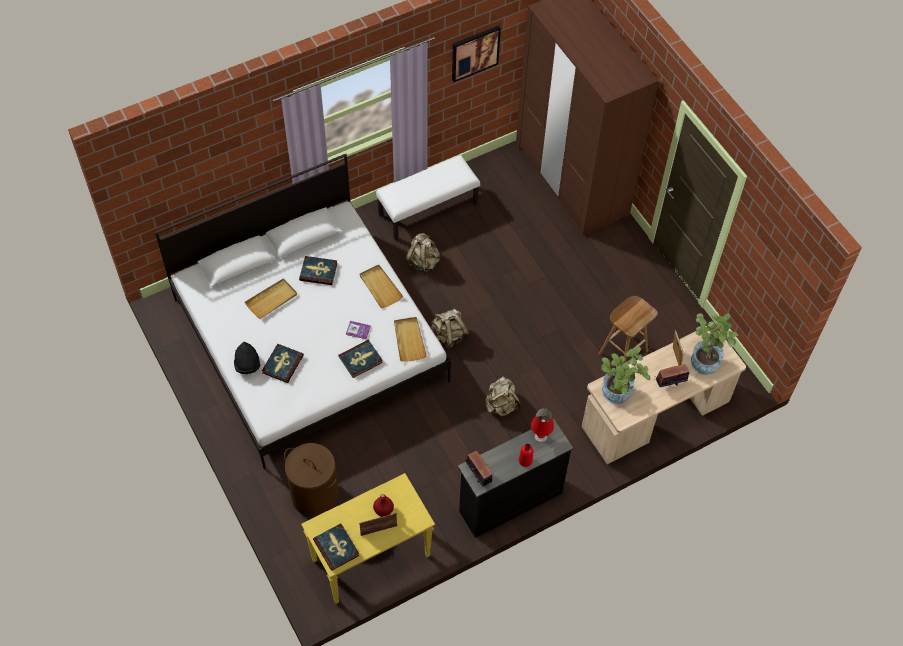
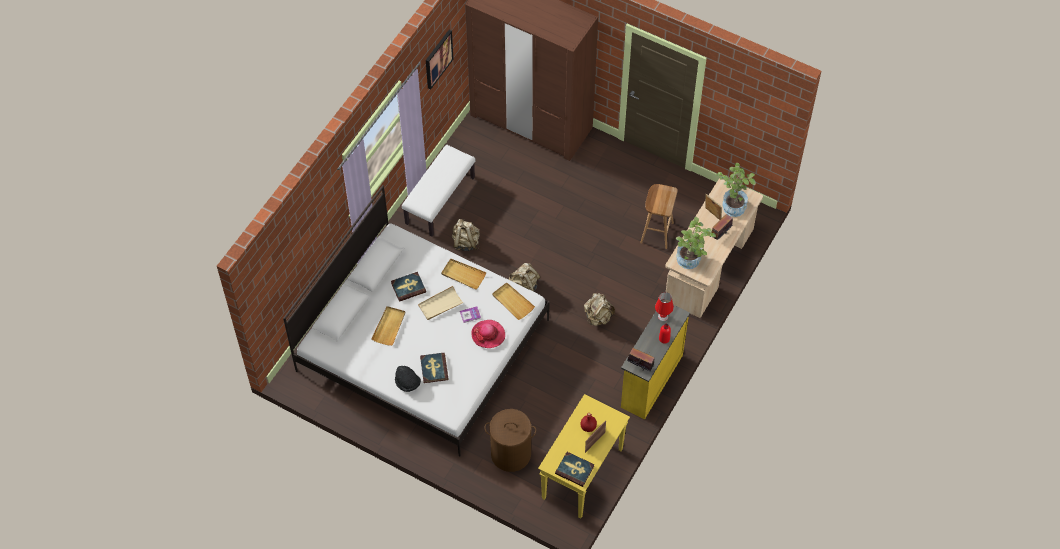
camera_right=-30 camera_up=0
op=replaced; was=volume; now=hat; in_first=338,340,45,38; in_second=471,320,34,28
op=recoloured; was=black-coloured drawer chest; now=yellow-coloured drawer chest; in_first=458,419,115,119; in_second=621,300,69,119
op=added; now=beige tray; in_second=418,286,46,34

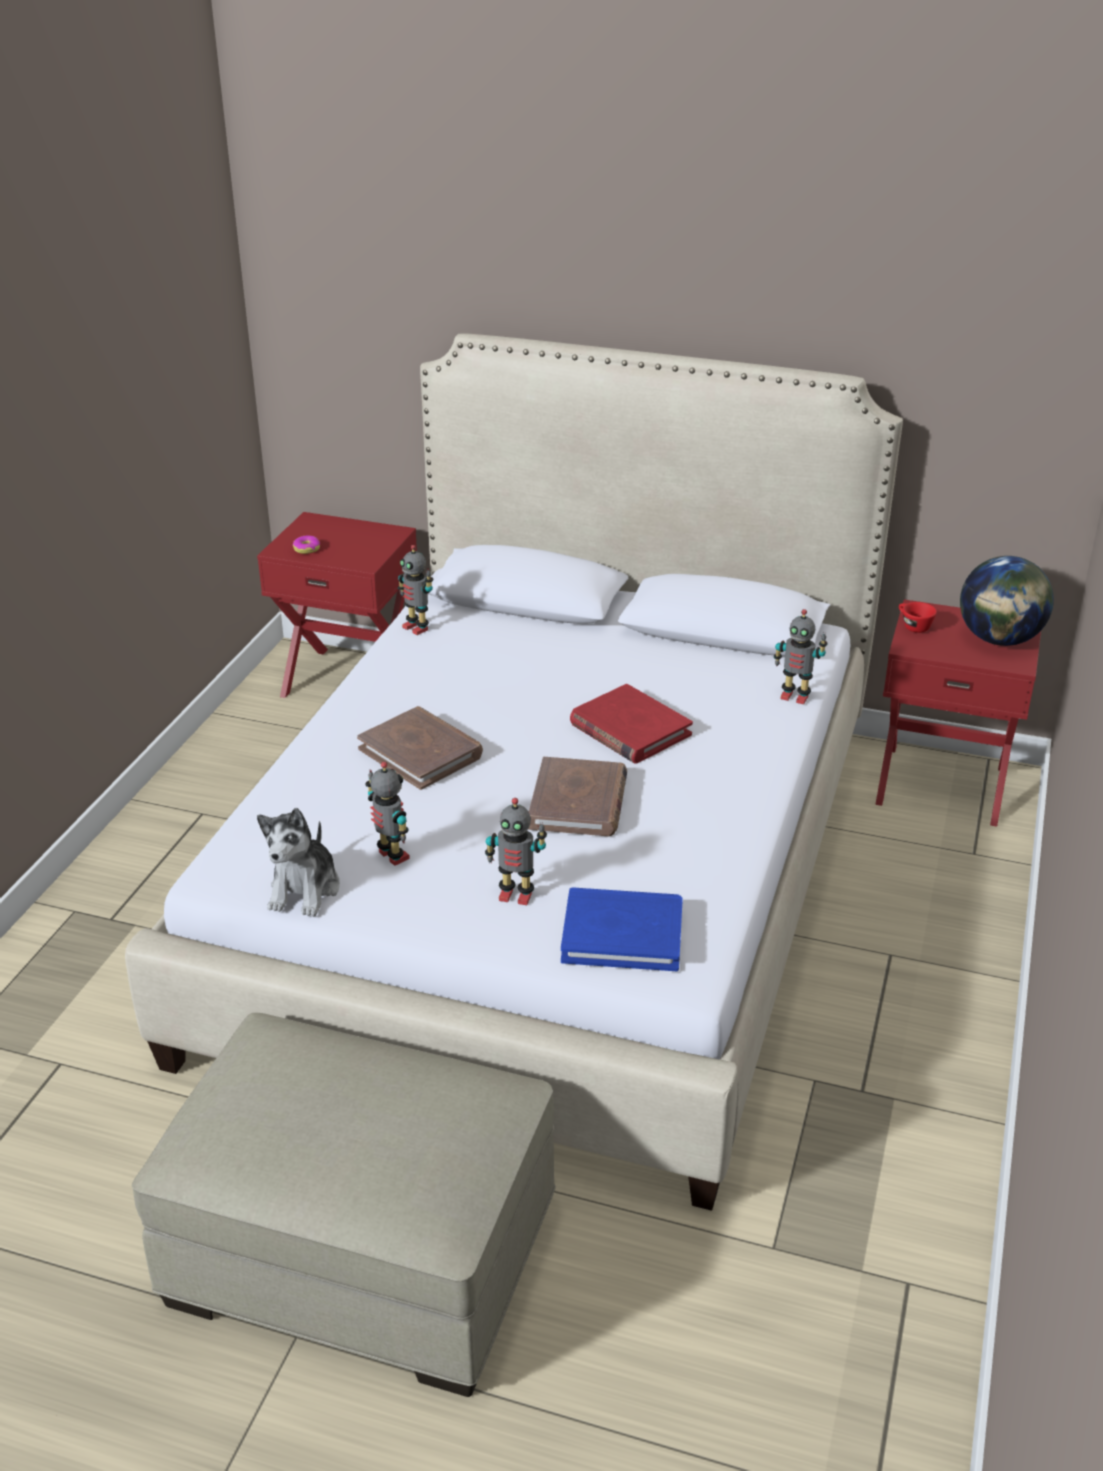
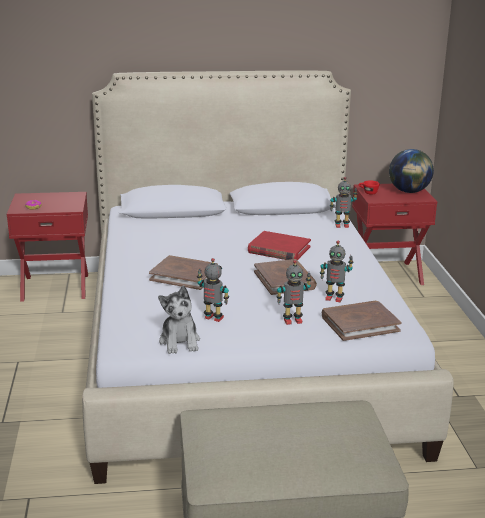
camera_right=-25 camera_up=-10
op=moved; was=robot figure; in_first=398,545,36,90; in_second=320,240,33,62
op=recoloured; was=blue-coloured volume; now=brown volume; in_first=561,887,122,84; in_second=322,300,79,41

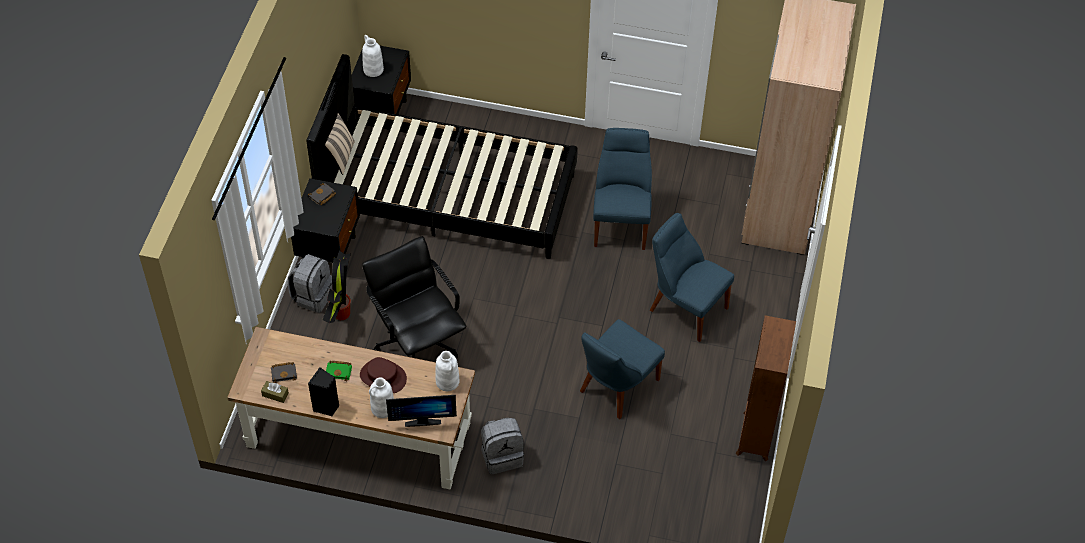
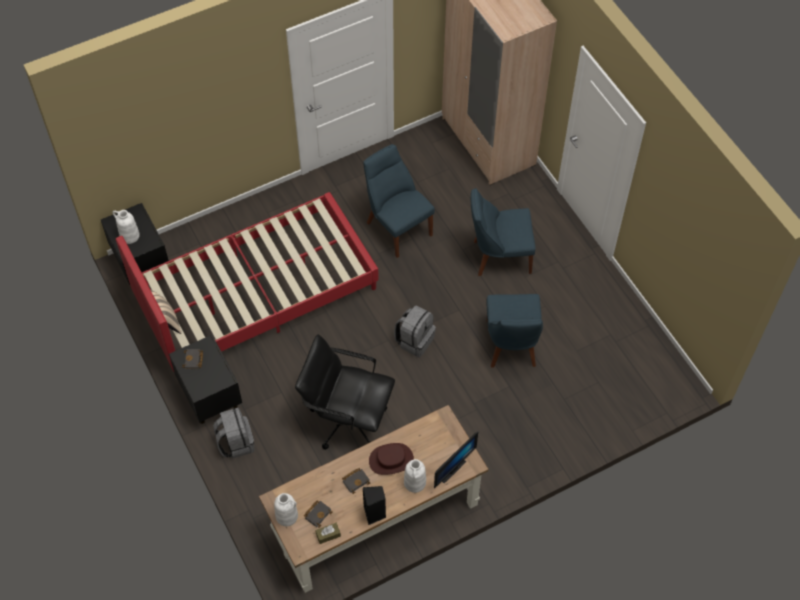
camera_right=-40 camera_up=5
op=recoloured; was=black-coloured bed; now=red-coloured bed; in_first=306,54,272,205; in_second=116,192,263,180
op=removed; was=potted plant; in_first=323,251,28,72
op=recoloured; was=greenish volume; now=black-coloured volume; in_first=326,361,26,20; in_second=342,468,28,26
op=moved; was=whitish decorative vase; in_first=435,351,24,40; in_second=274,493,24,33
op=moved; was=grey knapsack; in_first=481,417,43,57; in_second=394,305,42,52
op=removed; was=brown bookcase; in_first=736,315,60,146

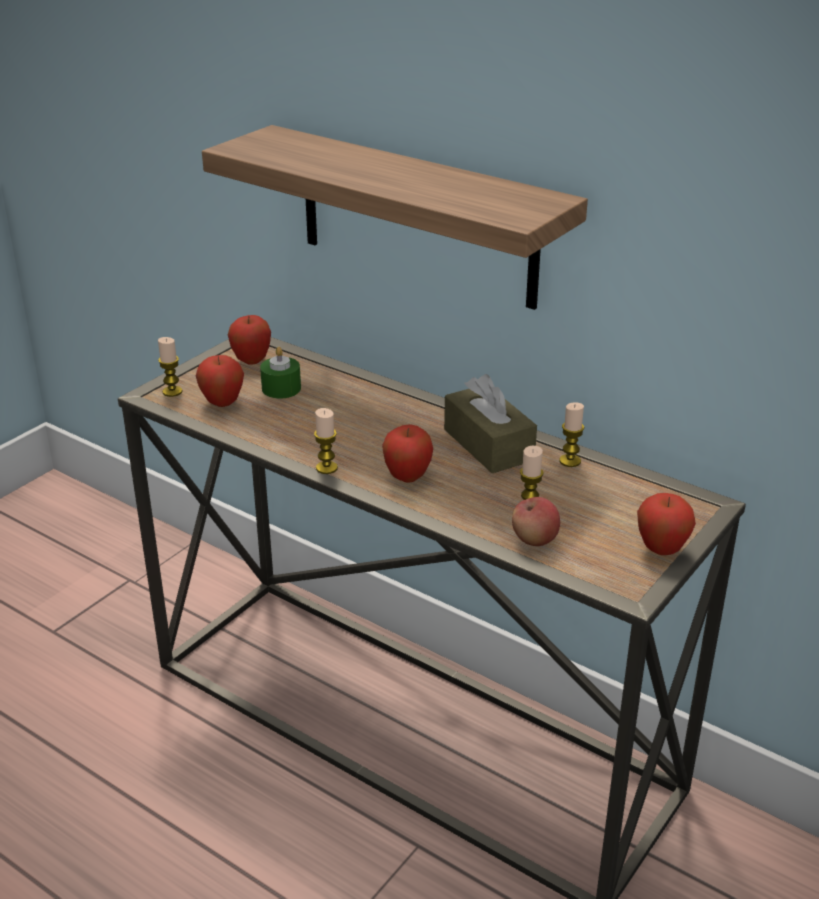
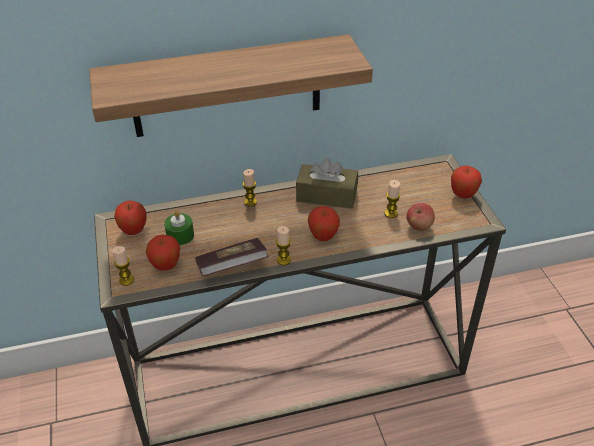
camera_right=-50 camera_up=10
op=moved; was=candle; in_first=559,402,25,65; in_second=243,169,14,37
op=added; now=volume; in_second=195,238,74,38

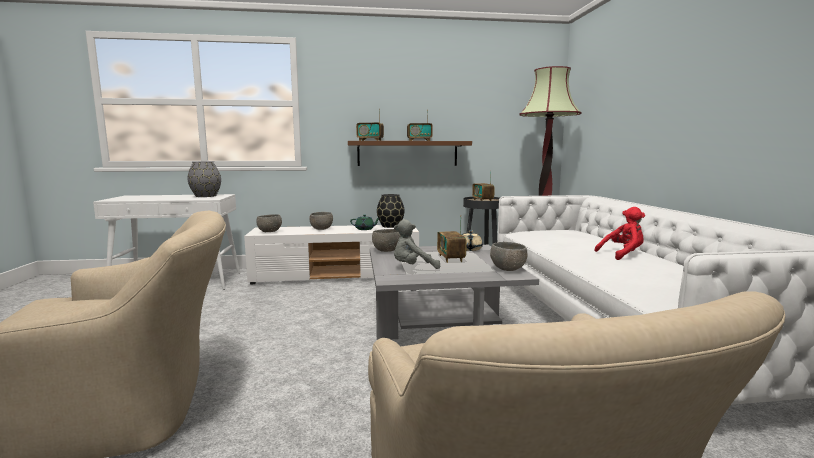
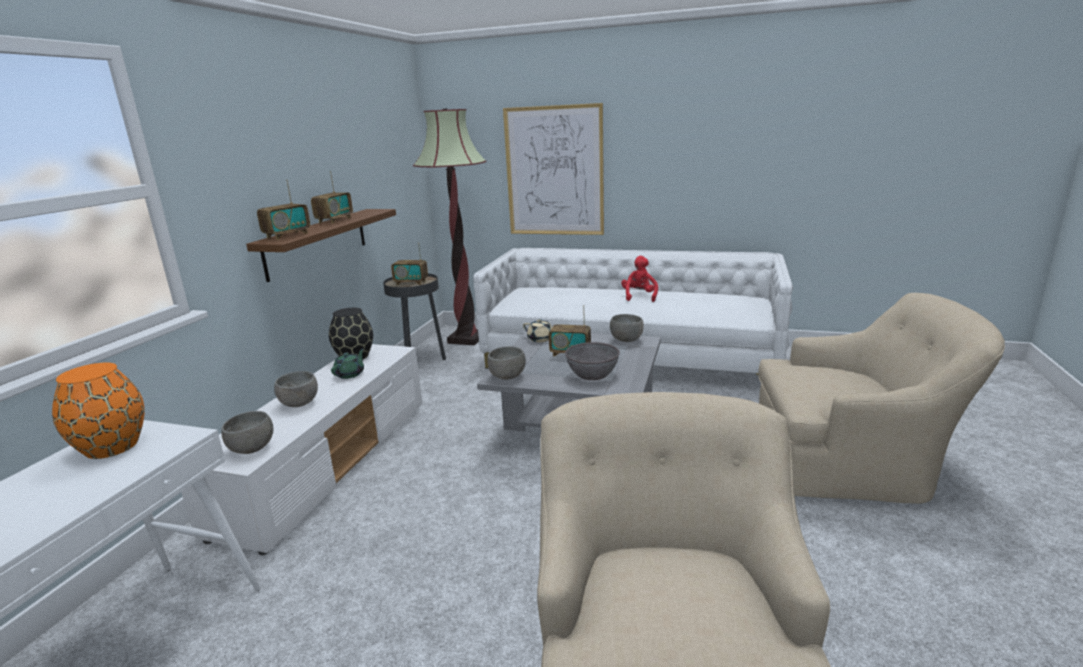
camera_right=-65 camera_up=10
op=recoloured; was=grey decorative vase; now=orange decorative vase; in_first=188,161,33,36; in_second=52,363,93,96
op=replaced; was=grey plush toy; now=grey deep dish; in_first=394,219,47,50; in_second=565,342,55,38
op=added; now=wall picture; in_second=503,103,101,132

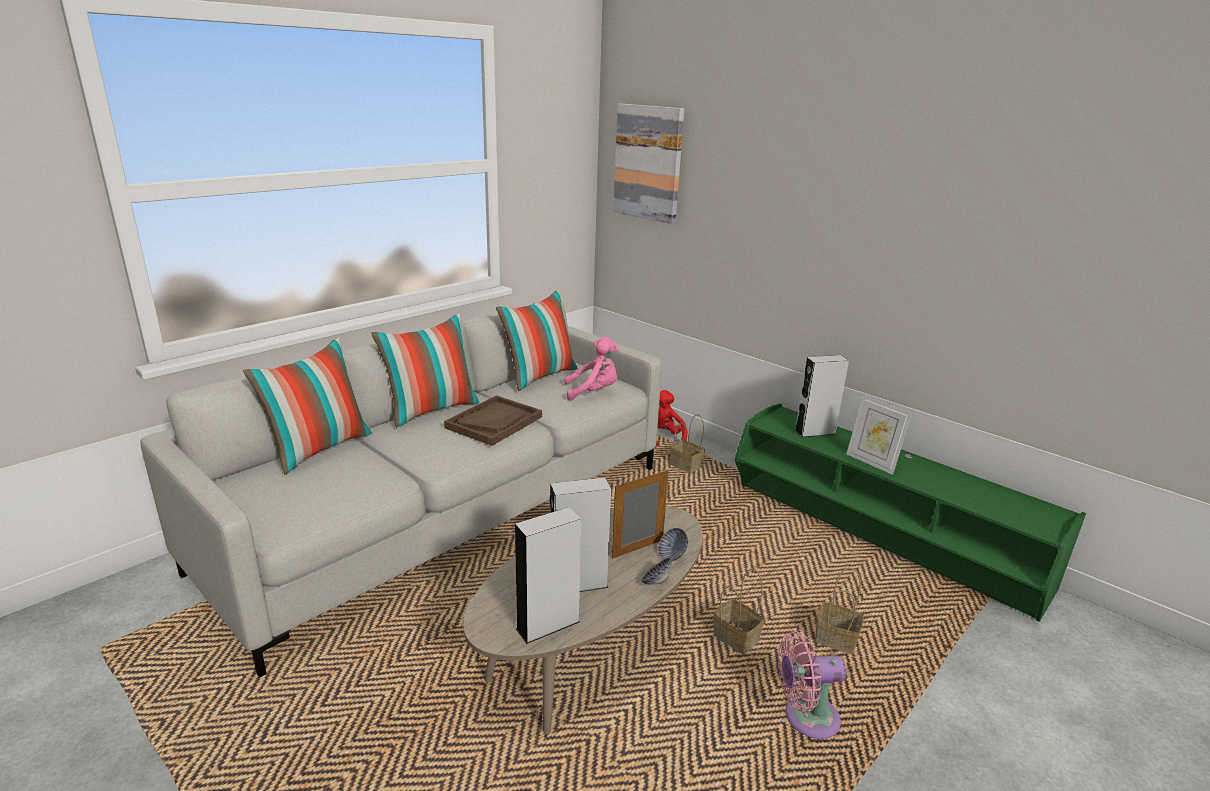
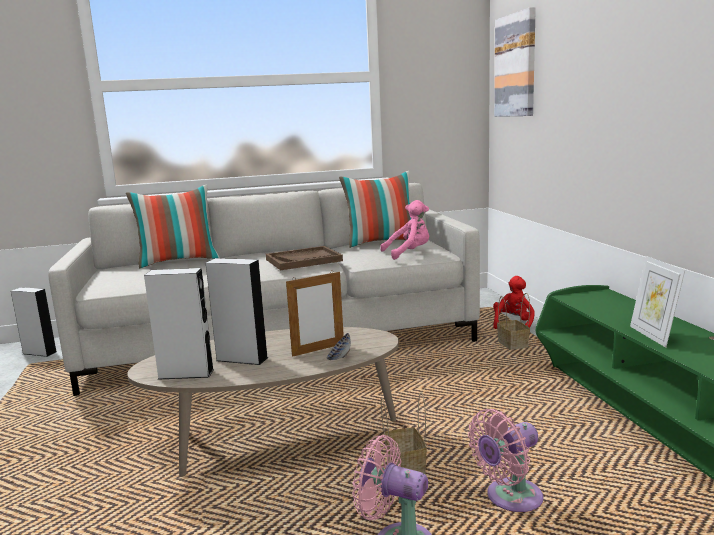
camera_right=35 camera_up=-10
op=removed; was=throw pillow; in_first=371,313,109,115
op=turned; was=pink plush toy; in_first=564,337,55,64; in_second=380,200,49,60; clockwise=-45
op=turned; was=picture frame; in_first=612,470,57,89; in_second=286,270,58,87; clockwise=150
op=removed; was=deep dish; in_first=641,558,31,27
op=moved; was=grey audio speaker; in_first=794,355,55,82; in_second=11,287,46,70
op=replaced; was=storage basket; now=pink fan; in_first=815,568,48,86; in_second=468,409,76,103

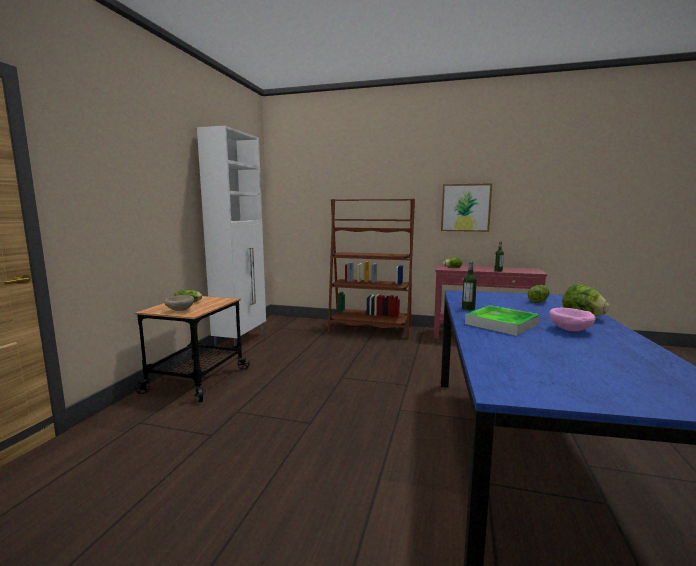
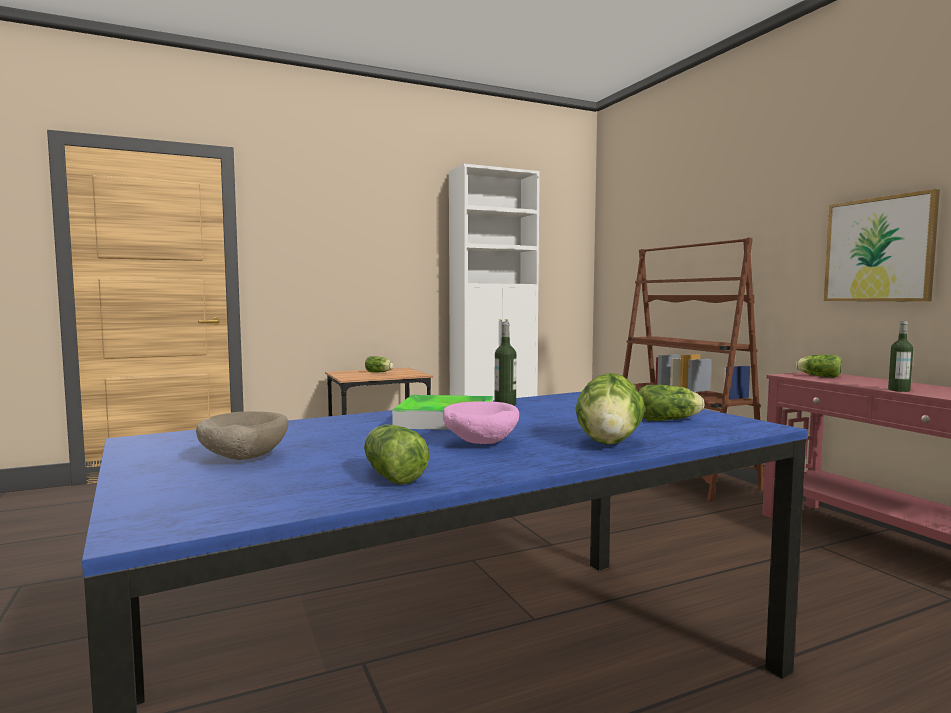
camera_right=50 camera_up=-5
op=moved; was=beige deep dish; in_first=164,295,30,16; in_second=196,411,92,49
op=added; now=head of lettuce; in_second=364,425,65,60

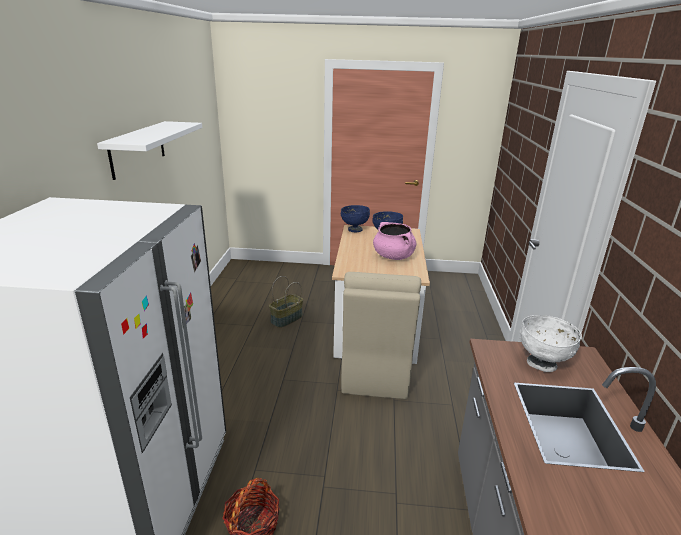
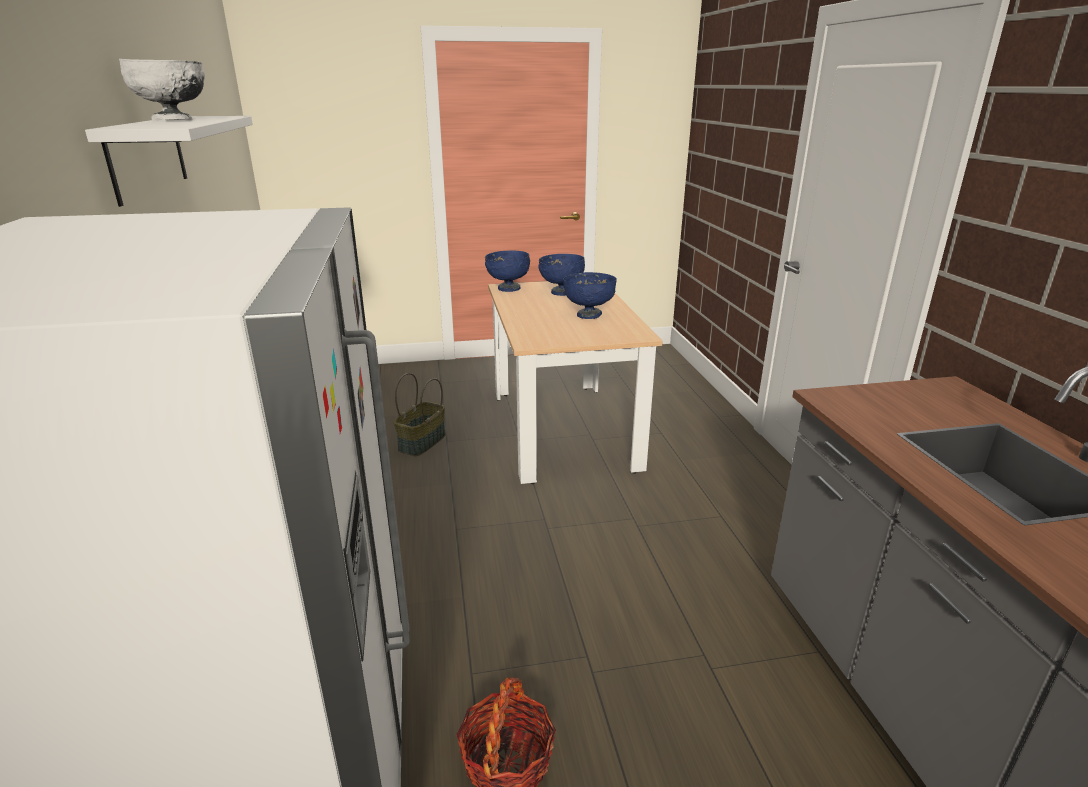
camera_right=-15 camera_up=0
op=removed; was=beige chair; in_first=341,272,80,127
op=replaced; was=pink cooking pot; now=blue-coloured deep dish; in_first=373,222,43,38; in_second=563,272,54,47
op=moved; was=whitish deep dish; in_first=520,315,62,57; in_second=119,59,86,61

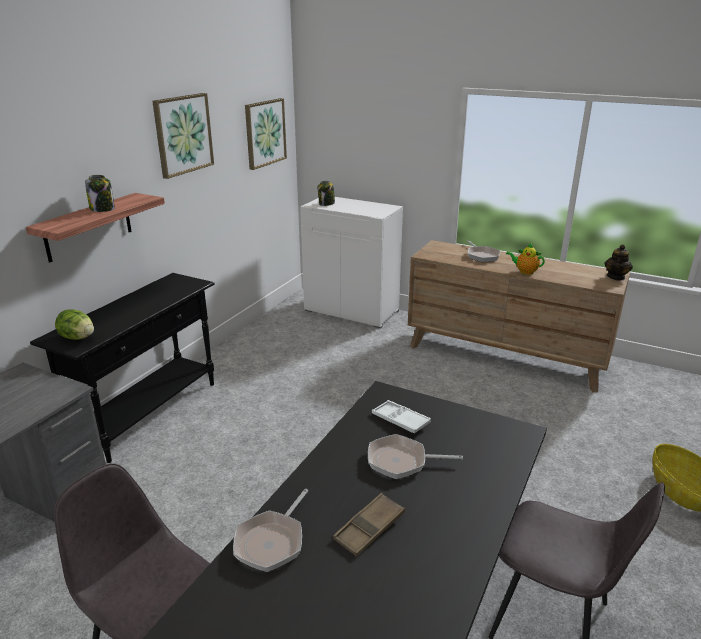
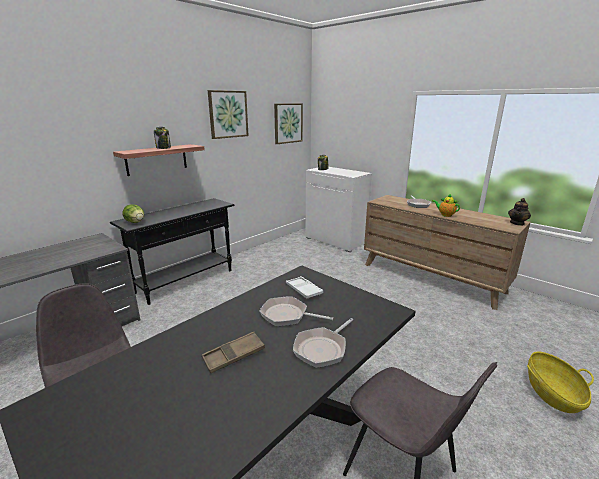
camera_right=15 camera_up=-5
op=moved; was=skillet; in_first=233,489,75,83; in_second=293,318,60,50

